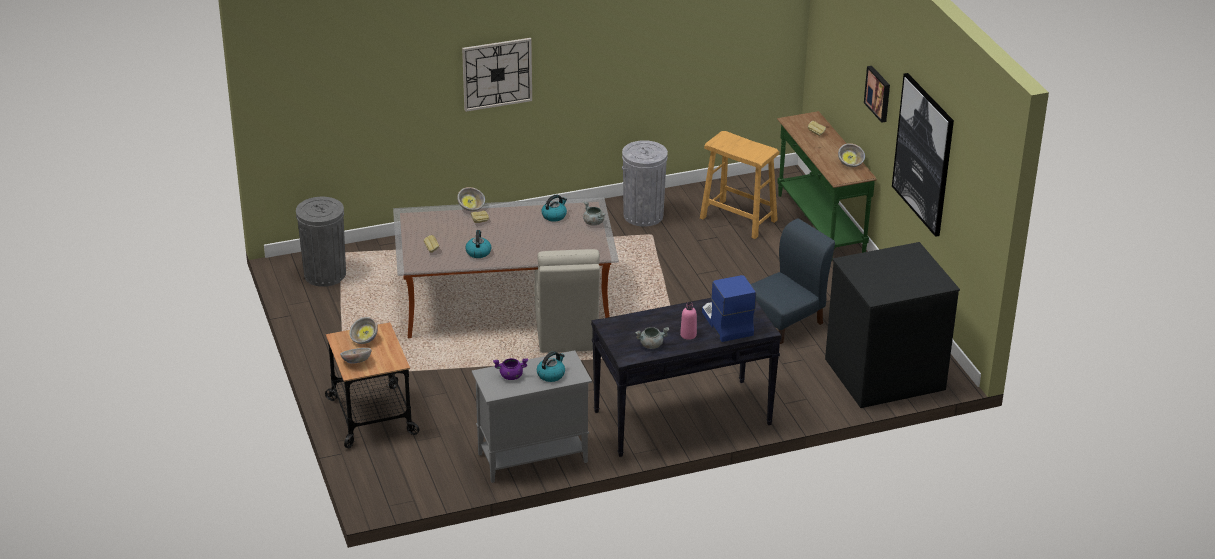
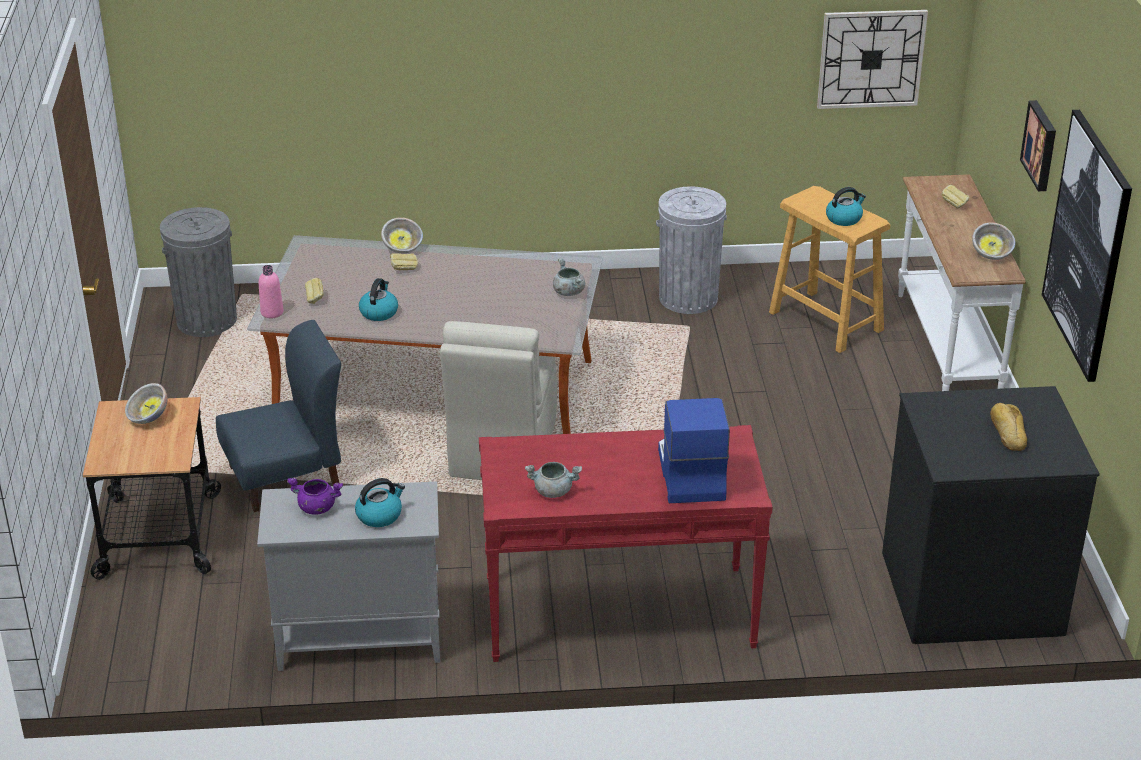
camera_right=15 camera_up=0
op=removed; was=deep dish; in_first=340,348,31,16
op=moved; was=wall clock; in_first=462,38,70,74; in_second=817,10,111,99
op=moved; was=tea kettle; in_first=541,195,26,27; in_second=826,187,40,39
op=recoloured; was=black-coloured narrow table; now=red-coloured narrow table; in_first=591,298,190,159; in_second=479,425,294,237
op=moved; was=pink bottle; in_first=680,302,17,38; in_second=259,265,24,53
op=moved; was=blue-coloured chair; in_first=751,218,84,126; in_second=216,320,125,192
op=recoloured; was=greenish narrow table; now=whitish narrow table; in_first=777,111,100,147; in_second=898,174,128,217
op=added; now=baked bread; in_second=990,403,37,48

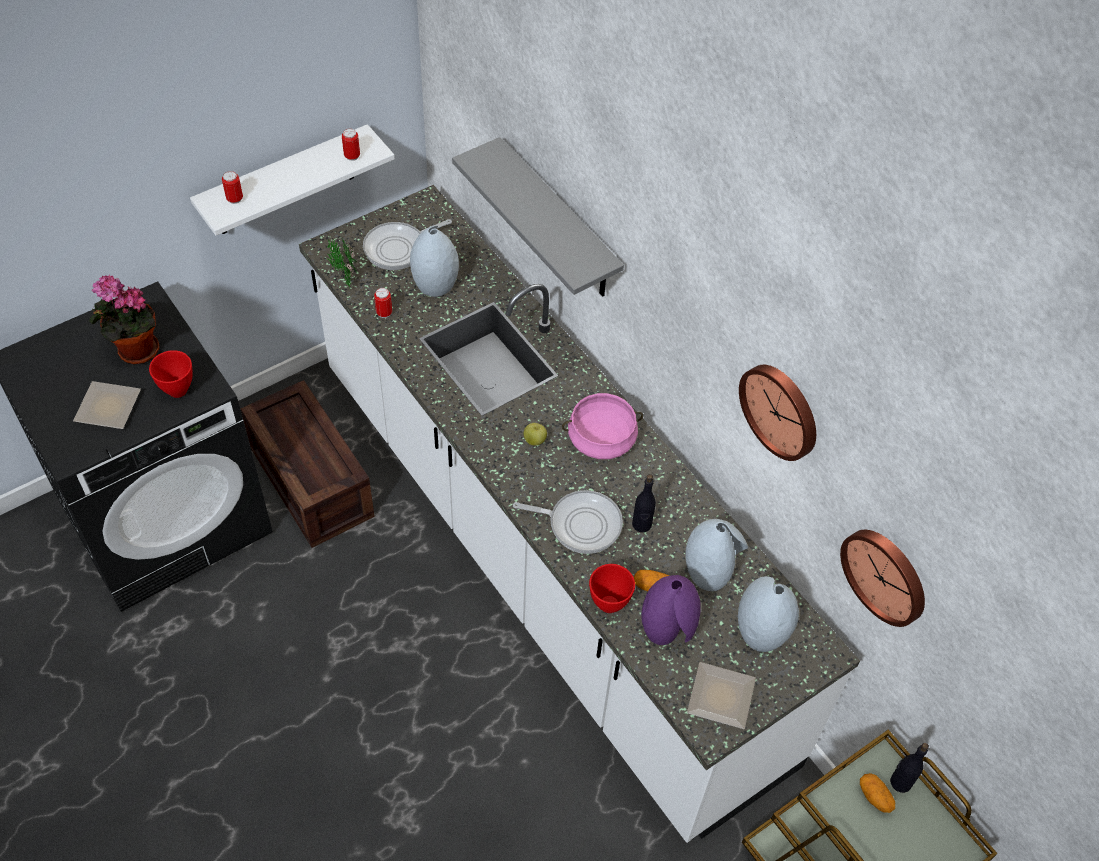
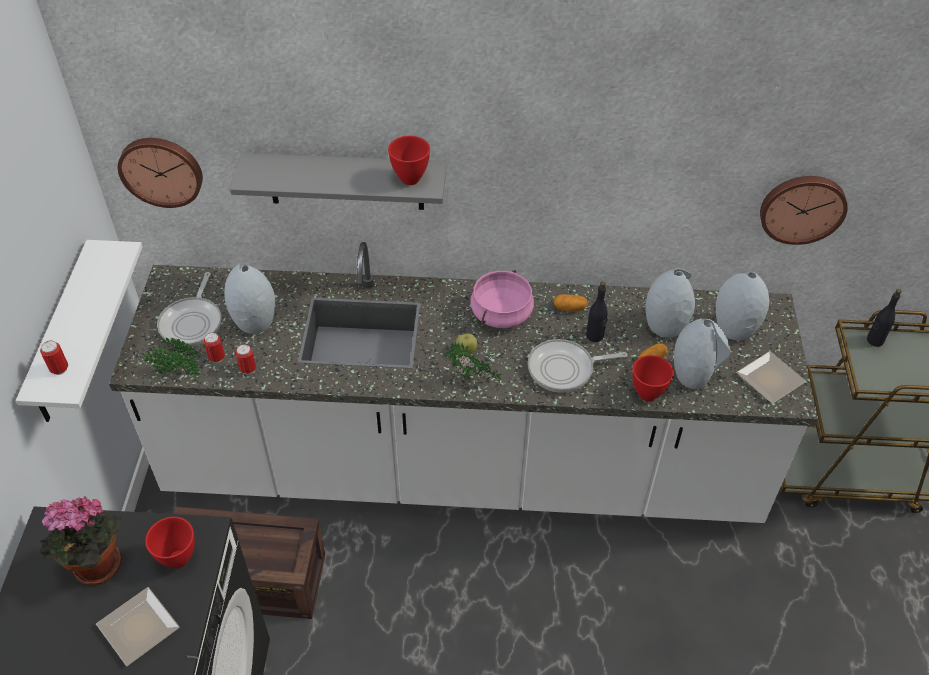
camera_right=-50 camera_up=-5
op=moved; was=metal can; in_first=342,128,18,33; in_second=204,333,21,30
op=turned; was=skillet; in_first=513,490,110,64; in_second=528,339,99,54; clockwise=-150
op=recoloured; was=purplish decorative vase; now=grey decorative vase; in_first=641,575,60,70; in_second=674,319,57,70
op=moved; was=wall clock; in_first=739,365,77,96; in_second=118,138,85,70
op=moved; was=spud; in_first=860,773,35,40; in_second=554,294,34,18
op=added; now=red-coloured deep dish; in_second=388,136,42,49
op=added; now=potted plant; in_second=446,342,55,39

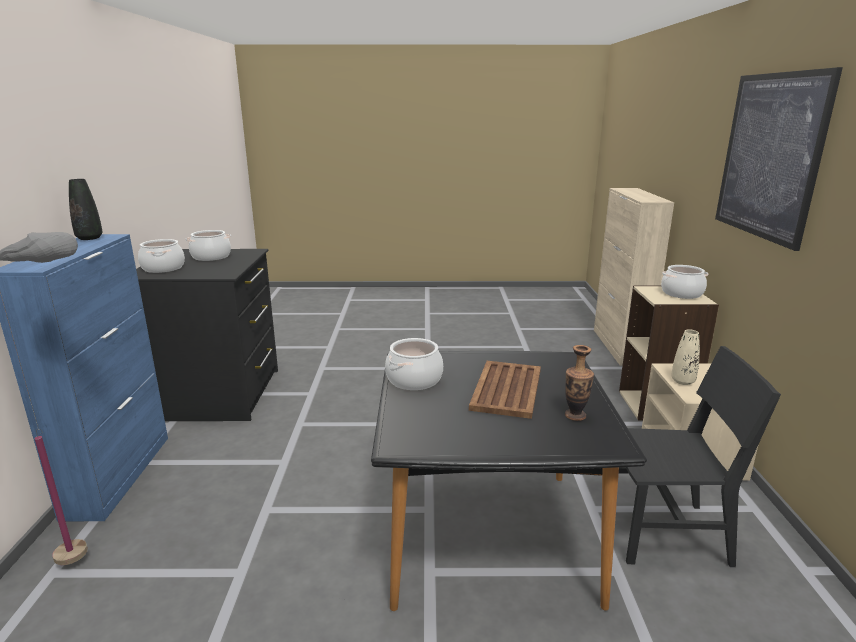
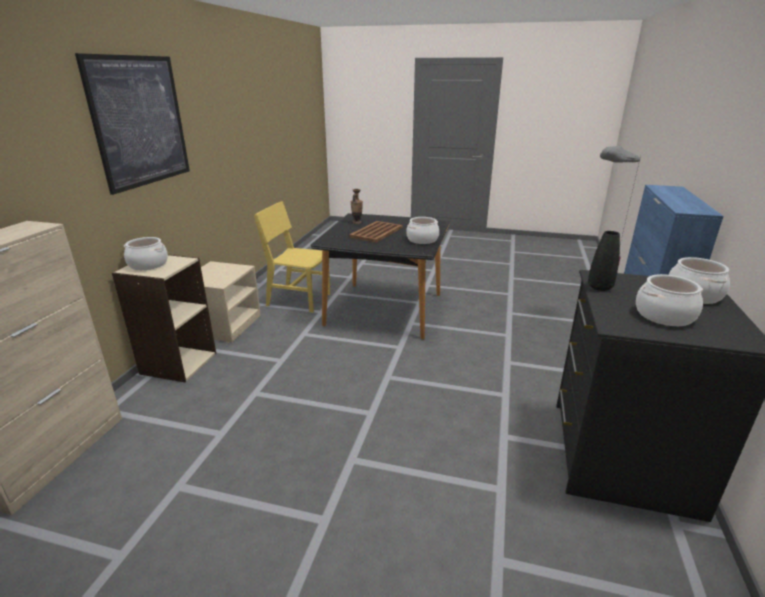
camera_right=-165 camera_up=5
op=moved; was=black-coloured decorative vase; in_first=69,179,33,61; in_second=588,231,32,60
op=recoloured; was=black-coloured chair; now=yellow-coloured chair; in_first=619,346,162,221; in_second=254,201,76,112
op=removed; was=beige decorative vase; in_first=671,329,29,56

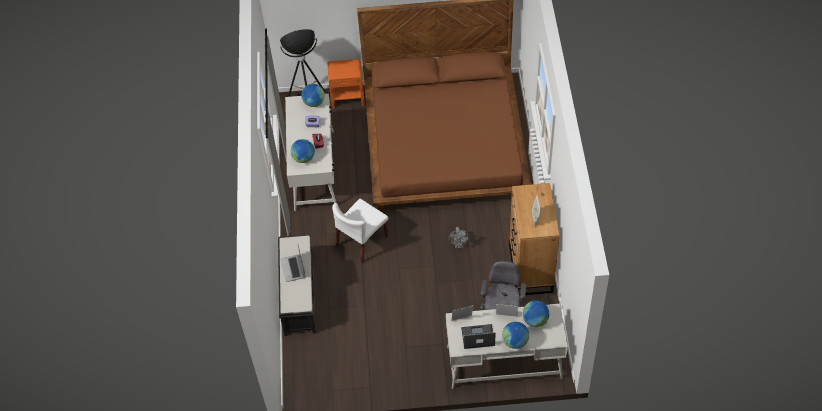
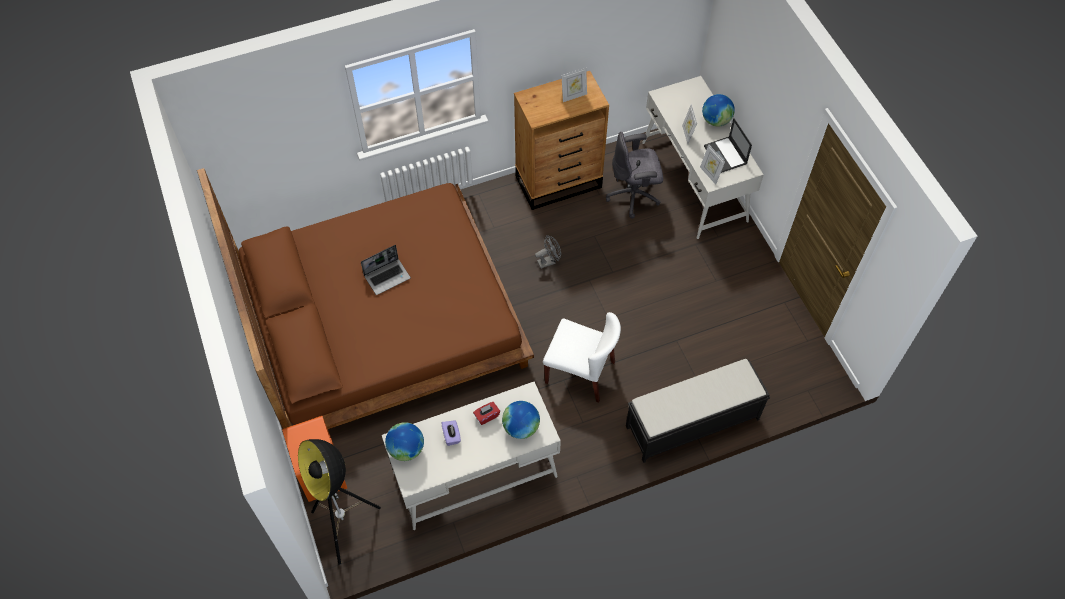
camera_right=-110 camera_up=5
op=moved; was=notebook computer; in_first=281,246,25,36; in_second=361,245,50,50
op=removed; was=globe; in_first=523,300,26,27

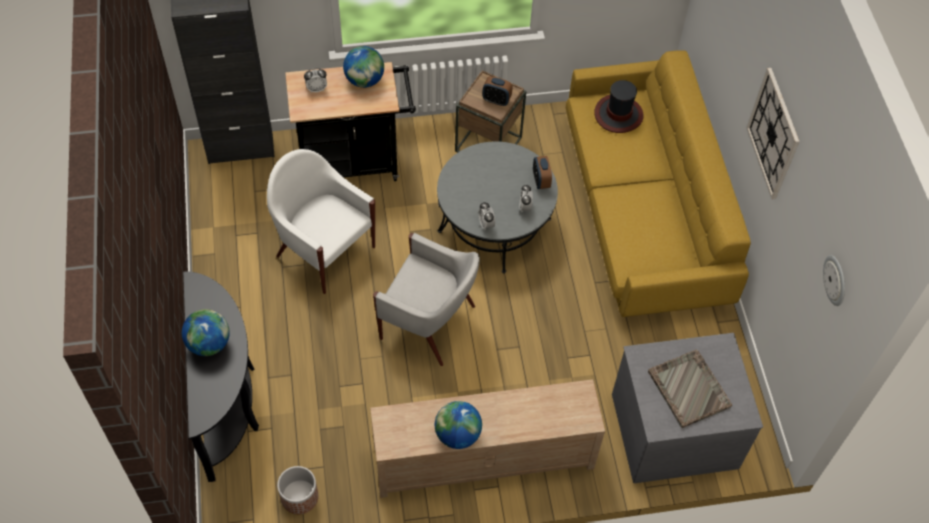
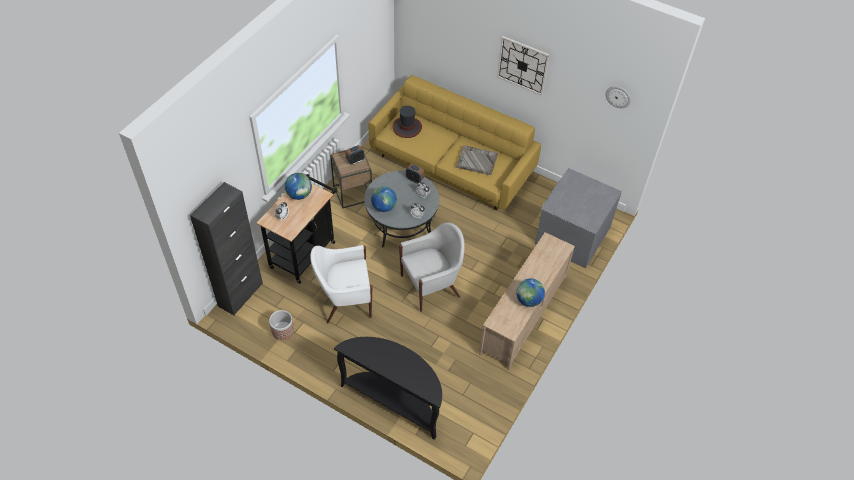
camera_right=-50 camera_up=-5
op=moved; was=globe; in_first=182,309,48,47; in_second=371,186,26,26
op=moved; was=flower pot; in_first=277,466,41,48; in_second=269,310,25,30
op=moved; was=grey tray; in_first=648,350,84,78; in_second=456,145,42,30

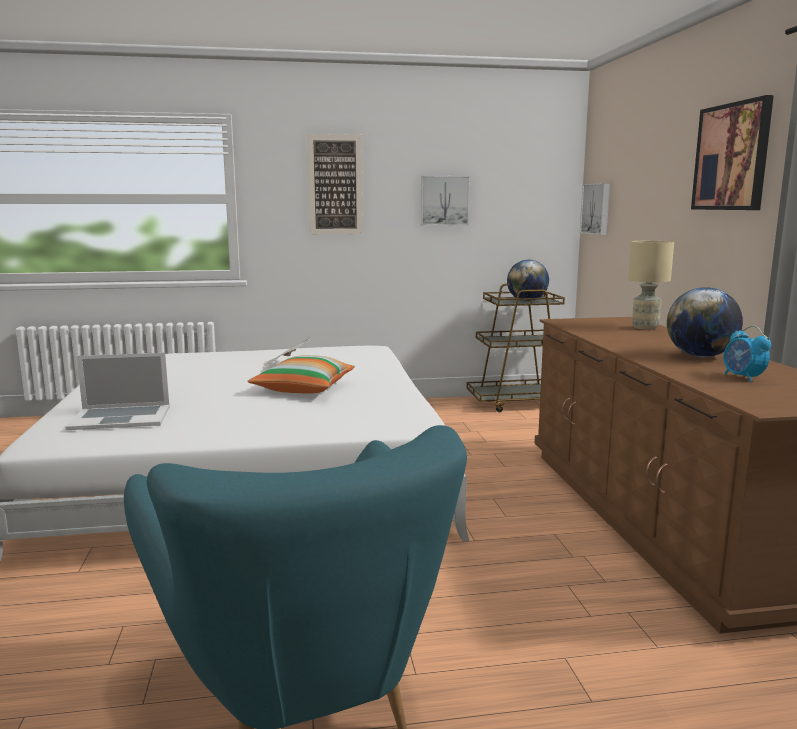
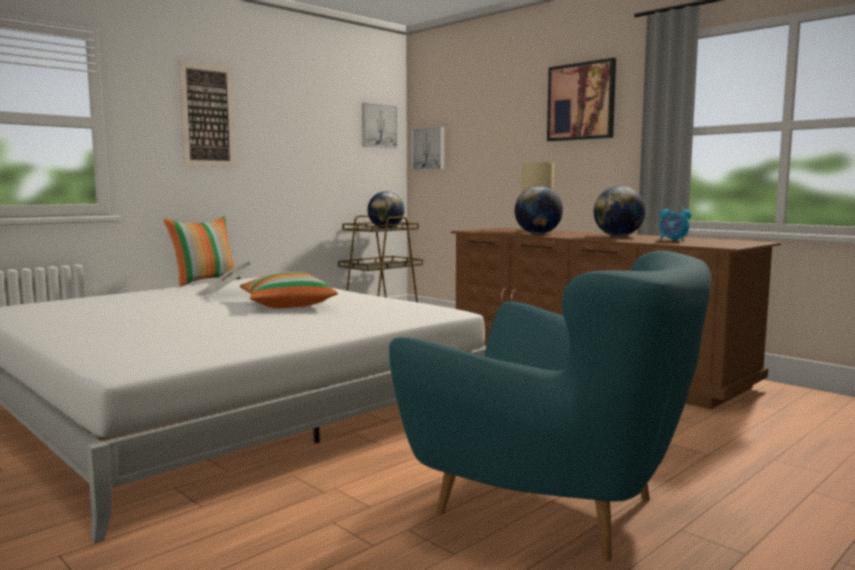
camera_right=-35 camera_up=-5
op=removed; was=notebook computer; in_first=66,353,104,77
op=moved; was=wall picture; in_first=421,176,49,50; in_second=362,102,36,46
op=added; now=throw pillow; in_second=163,216,77,70
op=added; now=globe; in_second=514,186,49,48

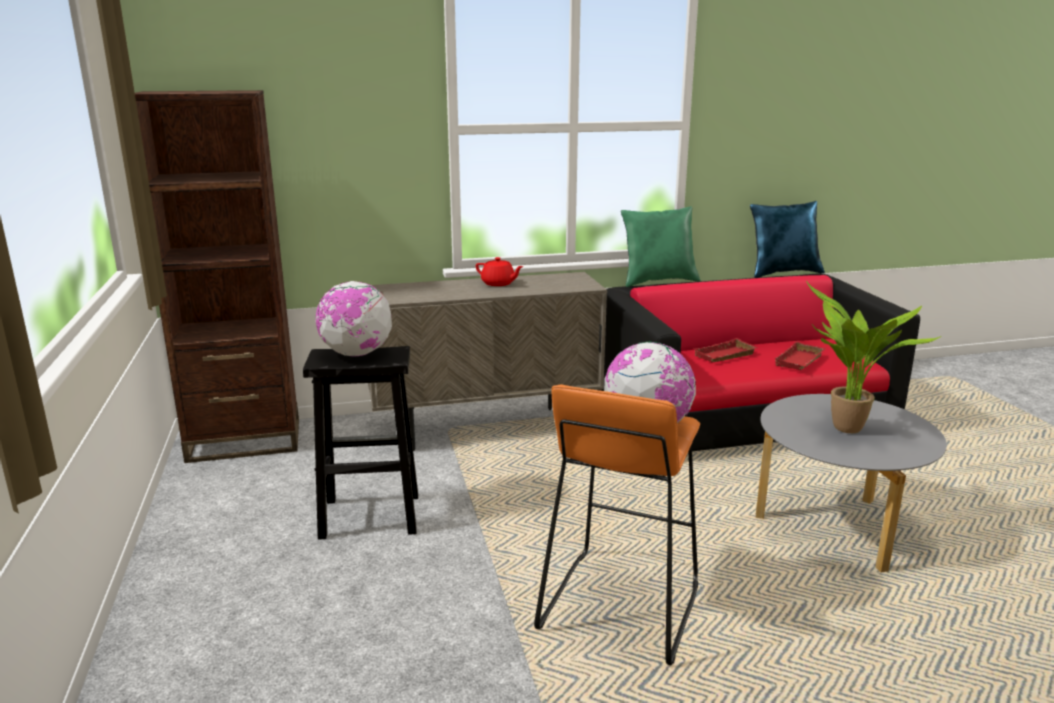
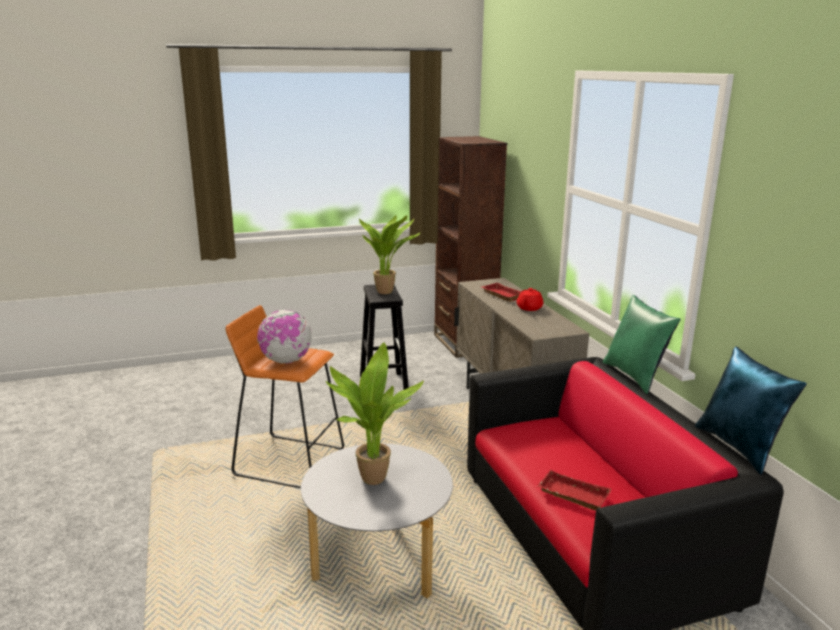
camera_right=85 camera_up=0
op=replaced; was=globe; now=potted plant; in_first=315,281,77,76; in_second=359,215,62,79
op=moved; was=red-coloured tray; in_first=693,338,65,24; in_second=482,283,39,19

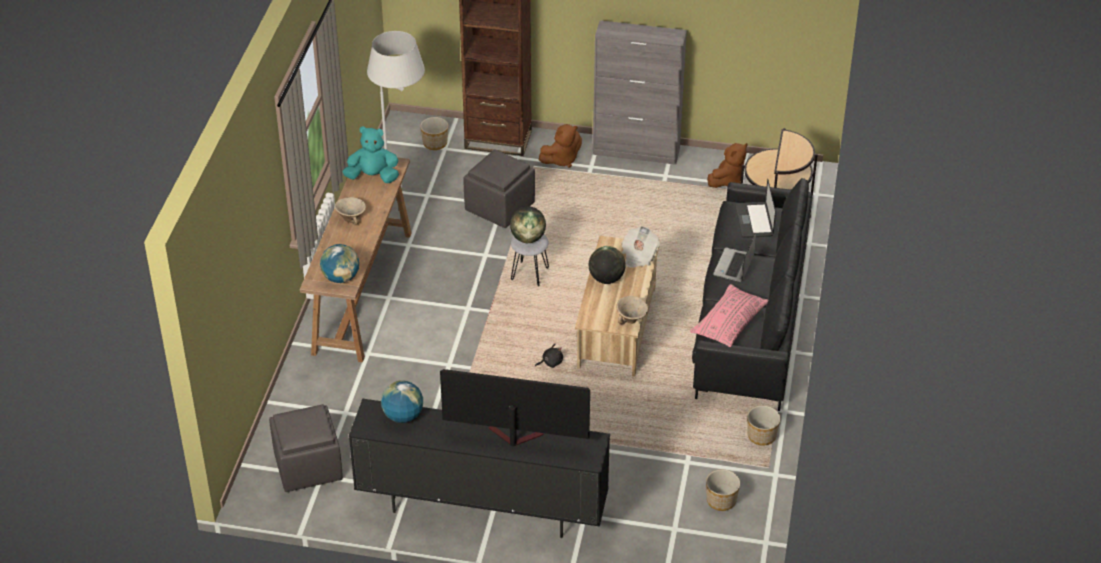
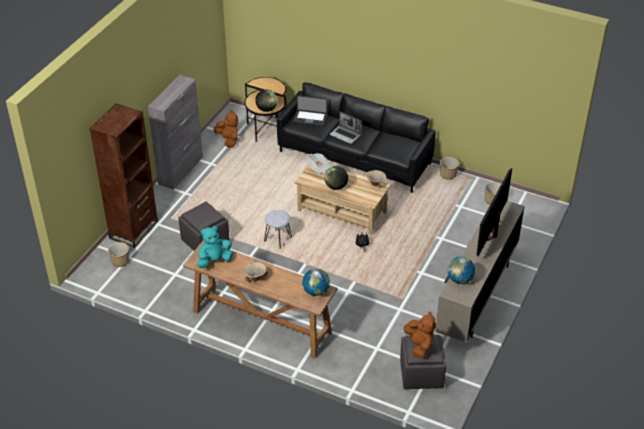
camera_right=-75 camera_up=0
op=turned; was=turquoise-coloured plush toy; in_first=342,126,57,57; in_second=197,226,36,42; clockwise=45
op=recoloured; was=black-coloured media console; now=beige media console; in_first=349,399,261,139; in_second=435,201,90,142
op=removed; was=whitish standing lamp; in_first=367,31,58,158
op=moved; was=globe; in_first=510,206,36,37; in_second=255,90,23,22
op=moved; was=brown plush toy; in_first=539,124,43,44; in_second=404,311,32,47
op=removed; was=pink throw pillow; in_first=690,284,78,63

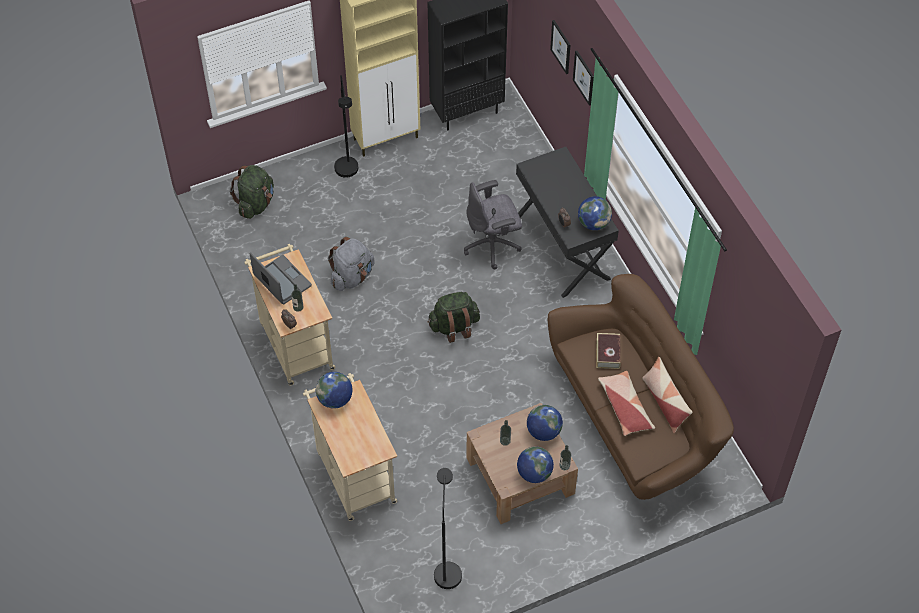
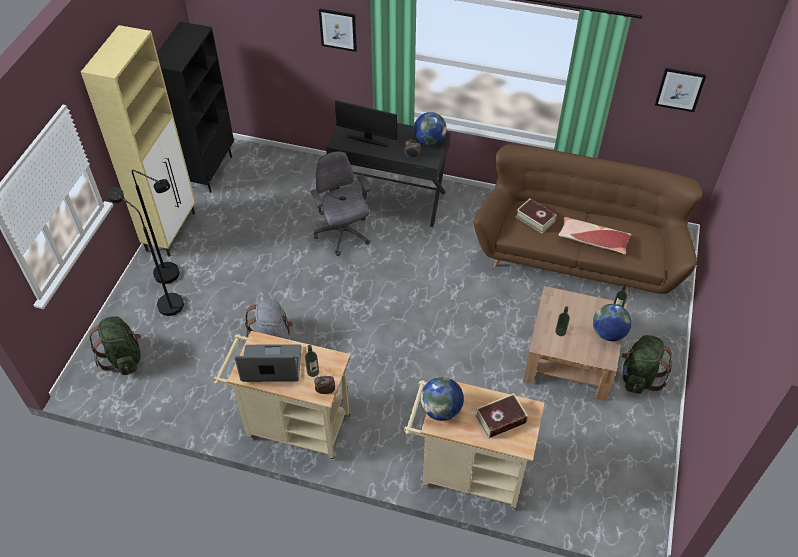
camera_right=-50 camera_up=-5
op=moved; was=greenish knapsack; in_first=428,292,52,51; in_second=622,335,50,59
op=moved; was=black-coloured standing lamp; in_first=434,468,28,121; in_second=107,187,77,129
op=turned; was=grey computer chair; in_first=464,180,58,89; in_second=310,151,61,105; clockwise=135
op=removed; was=globe; in_first=527,405,36,36
op=moved; was=wall picture; in_first=550,20,21,54; in_second=655,68,51,44
op=removed; was=throw pillow; in_first=643,357,49,77
op=added; now=computer screen; in_second=335,100,62,47
op=added; now=volume; in_second=475,393,53,45

